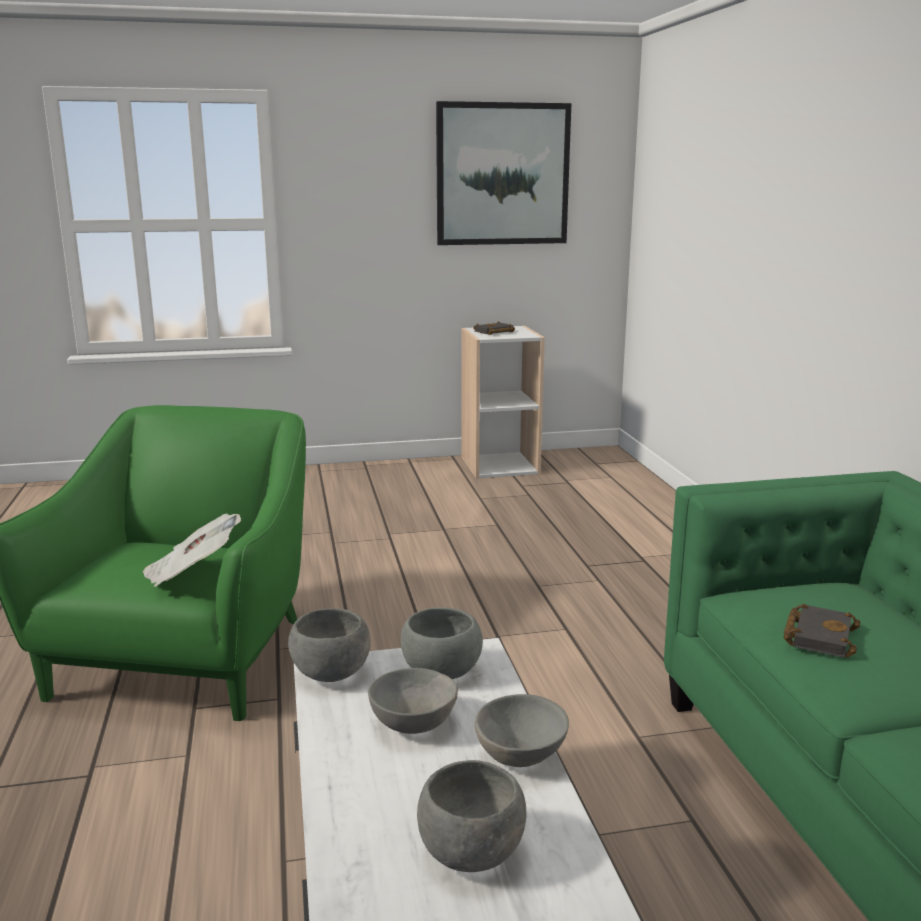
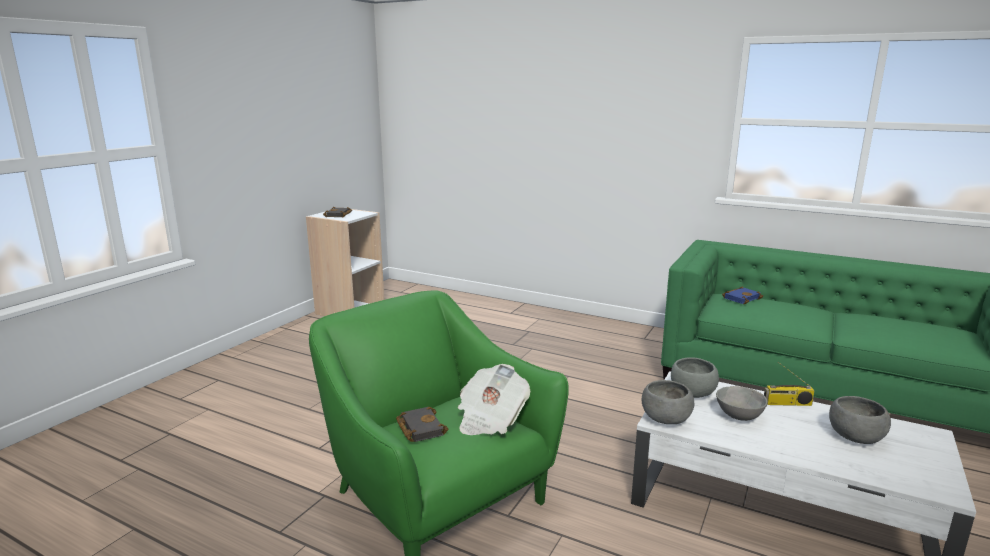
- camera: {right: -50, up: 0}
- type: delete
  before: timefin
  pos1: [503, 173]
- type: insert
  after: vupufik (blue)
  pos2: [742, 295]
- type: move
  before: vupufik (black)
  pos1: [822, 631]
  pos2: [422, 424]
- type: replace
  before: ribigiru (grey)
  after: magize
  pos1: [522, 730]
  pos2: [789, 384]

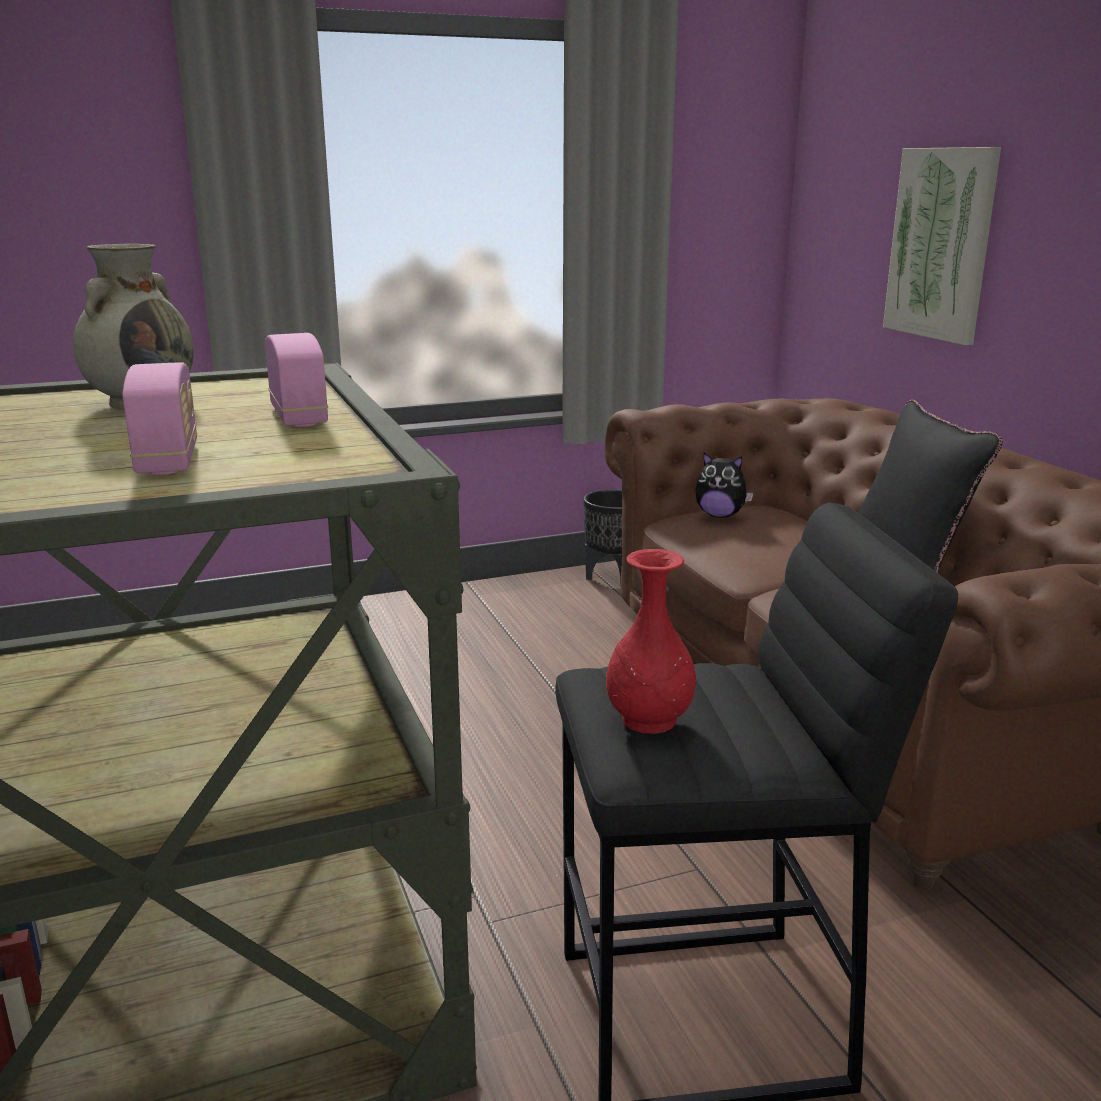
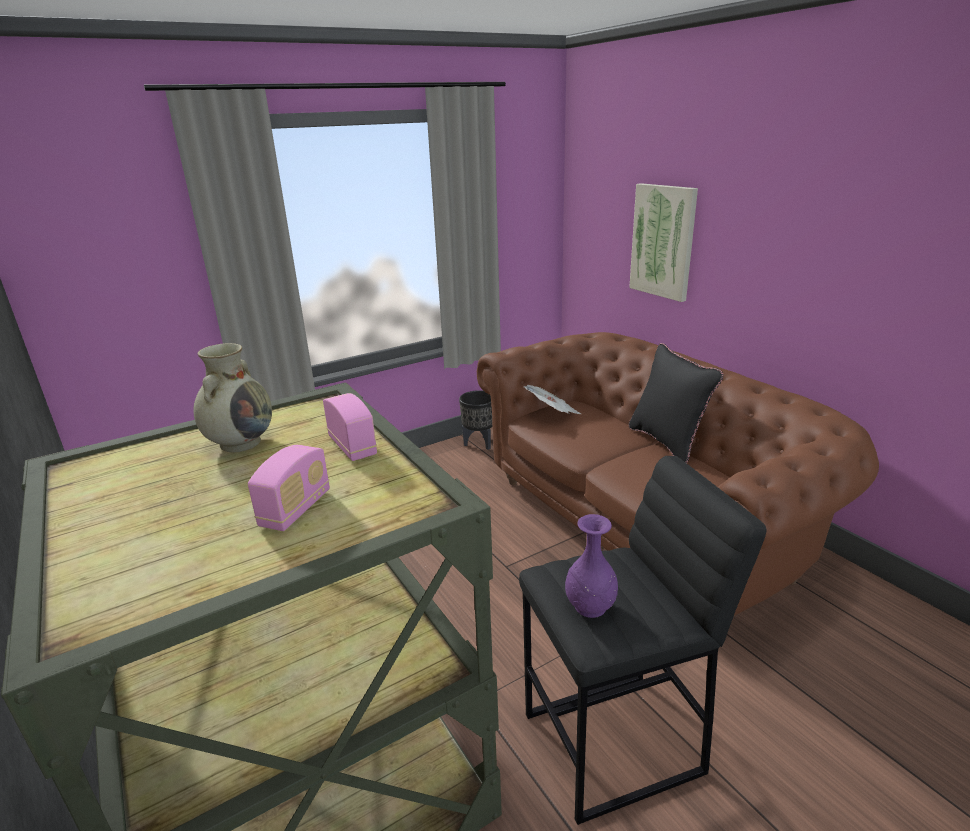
- camera: {right: -10, up: 5}
- type: replace
  before: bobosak
  after: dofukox
  pos1: [724, 485]
  pos2: [552, 399]
- type: recolor
  before: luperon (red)
  after: luperon (purple)
  pos1: [651, 641]
  pos2: [591, 566]
- type: rotate
  before: magize
  pos1: [159, 418]
  pos2: [289, 488]
  turn: 45

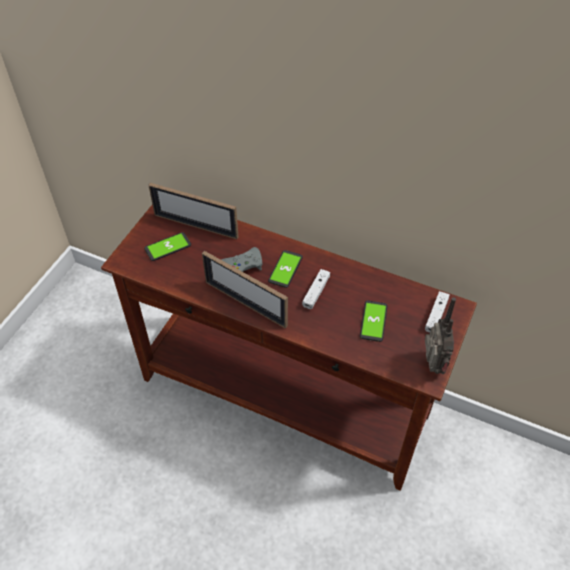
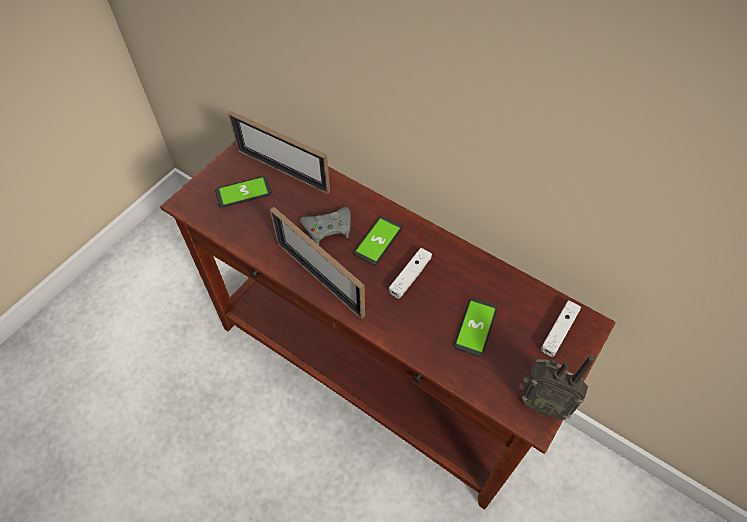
- camera: {right: 10, up: 5}
- type: rotate
  before: magize
  pos1: [440, 335]
  pos2: [557, 387]
  turn: 105

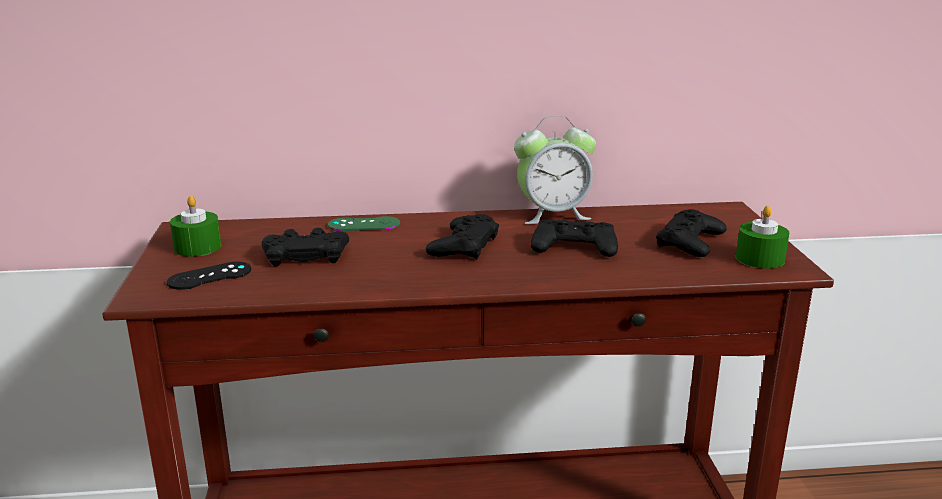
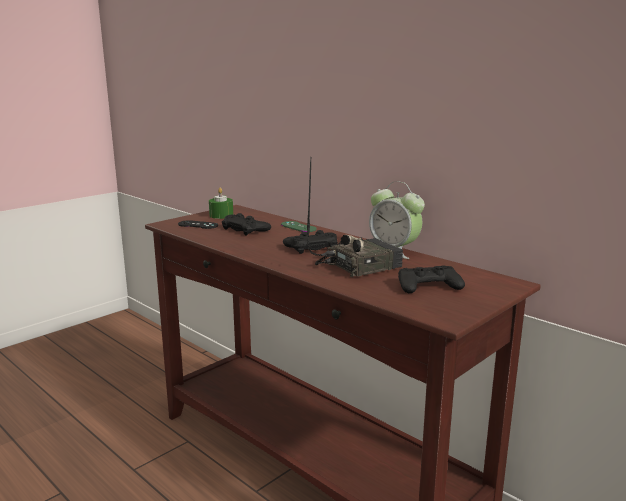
- camera: {right: 50, up: -5}
- type: delete
  before: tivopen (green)
  pos1: [762, 237]
- type: replace
  before: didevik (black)
  after: magize
  pos1: [574, 238]
  pos2: [355, 217]

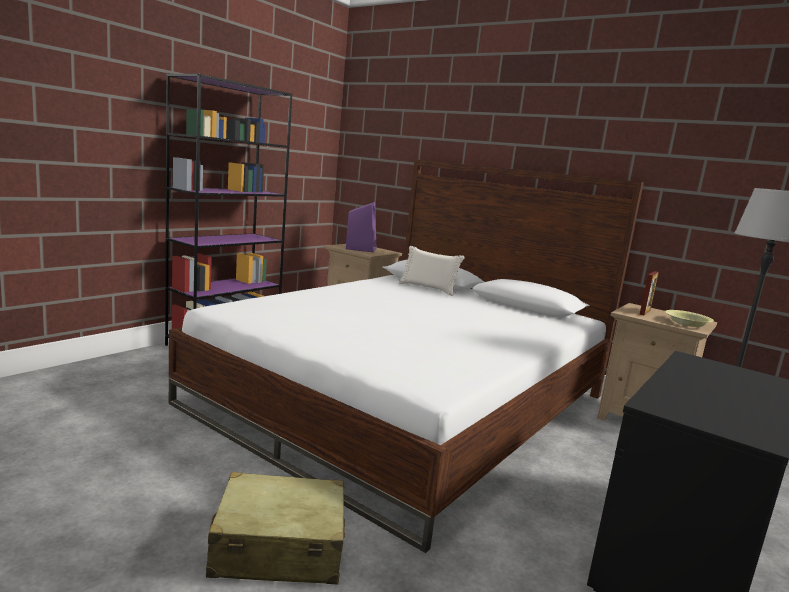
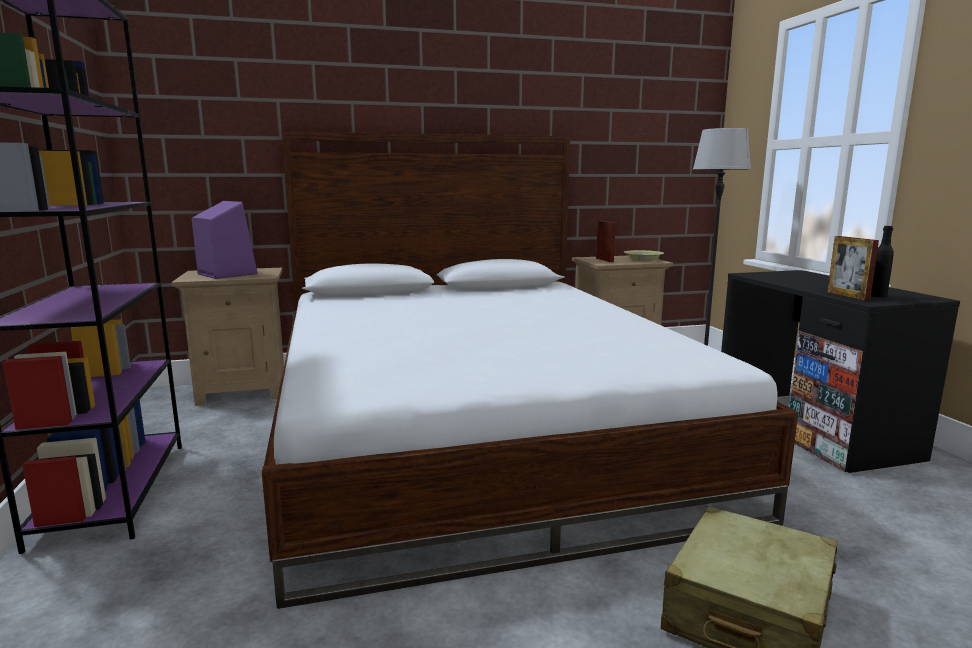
- camera: {right: -50, up: 0}
- type: delete
  before: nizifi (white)
  pos1: [432, 271]
- type: insert
  after: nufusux
  pos2: [853, 268]
- type: insert
  after: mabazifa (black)
  pos2: [882, 262]

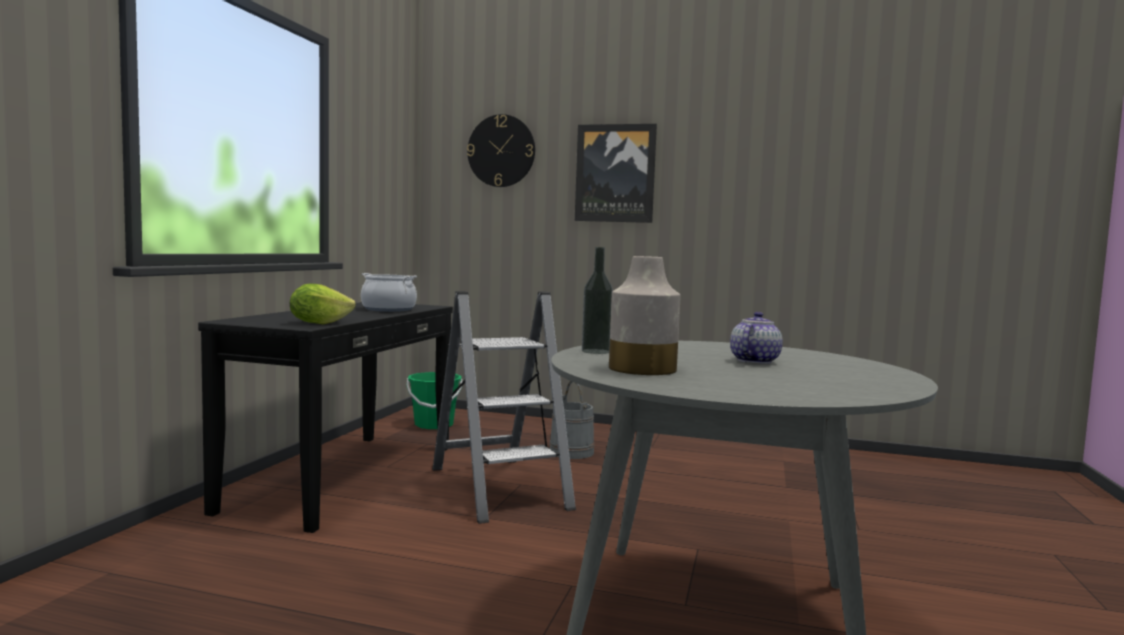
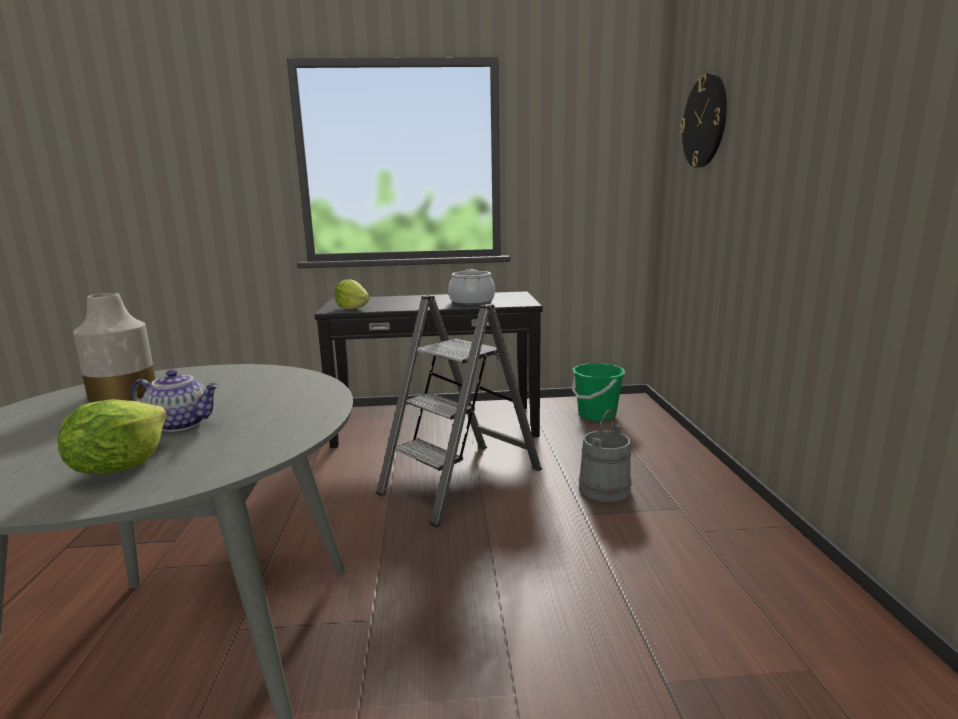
- camera: {right: 70, up: 10}
- type: delete
  before: timefin
  pos1: [616, 173]
- type: delete
  before: mabazifa
  pos1: [597, 300]
- type: insert
  after: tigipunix
  pos2: [112, 436]

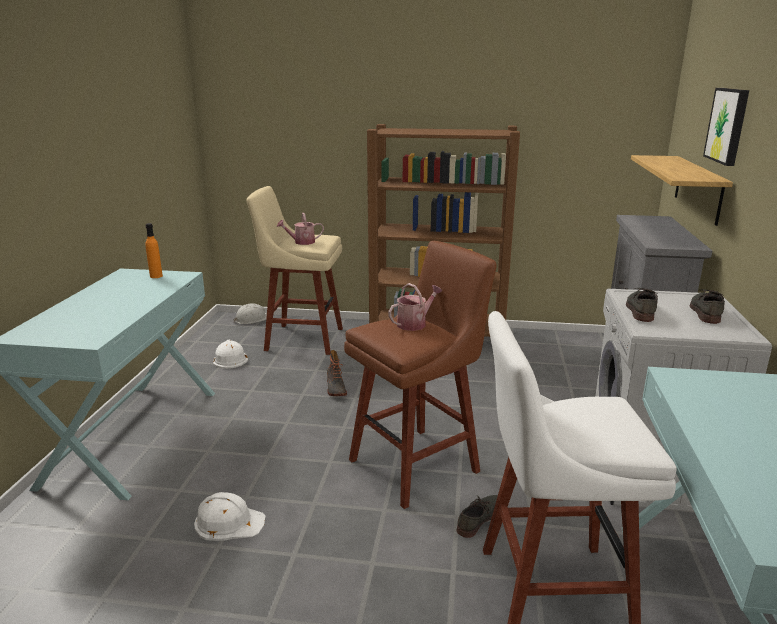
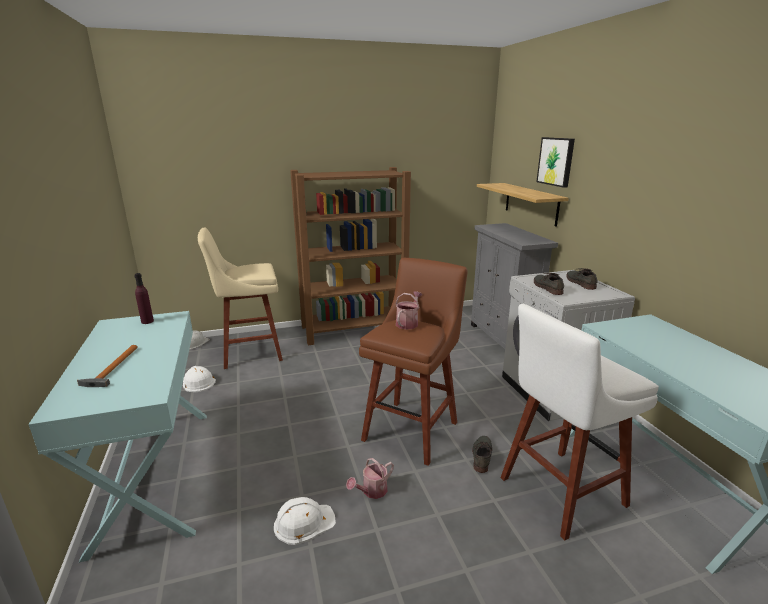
- camera: {right: -25, up: 0}
- type: delete
  before: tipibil
  pos1: [337, 373]
- type: insert
  after: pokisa
  pos2: [107, 366]
- type: move
  before: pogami
  pos1: [300, 229]
  pos2: [370, 478]
- type: recolor
  before: mabazifa (orange)
  after: mabazifa (purple)
  pos1: [154, 250]
  pos2: [144, 298]

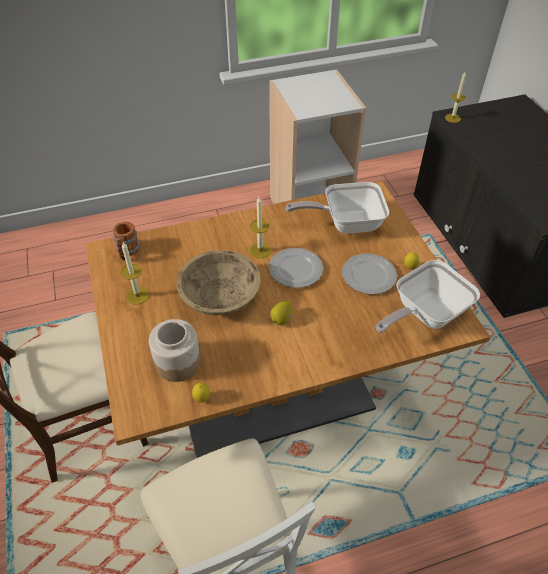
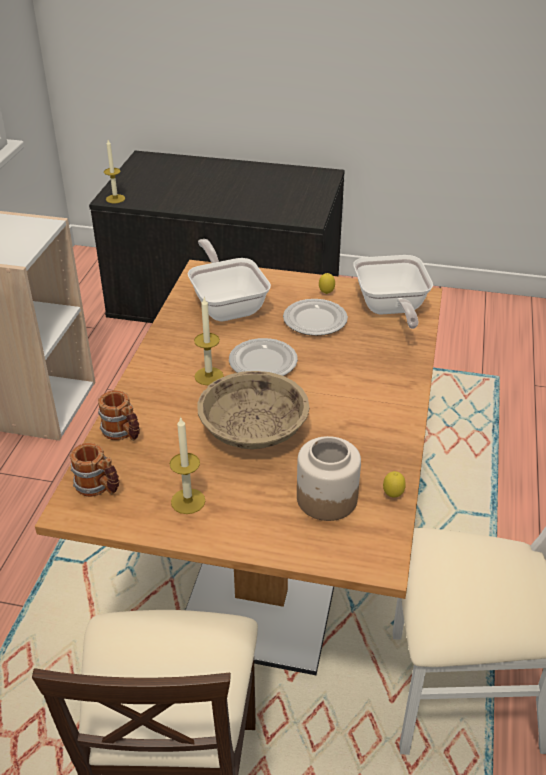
- camera: {right: -60, up: -10}
- type: delete
  before: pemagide
  pos1: [281, 313]
- type: insert
  after: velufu
  pos2: [119, 415]
- type: rotate
  before: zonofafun
  pos1: [337, 208]
  pos2: [229, 280]
  turn: 135

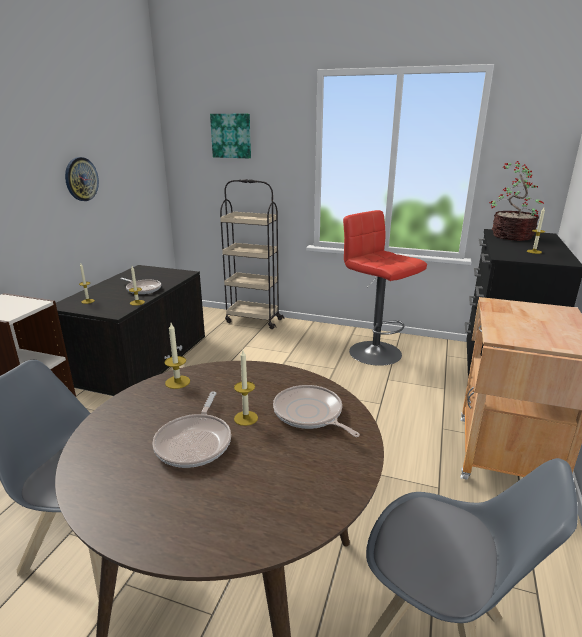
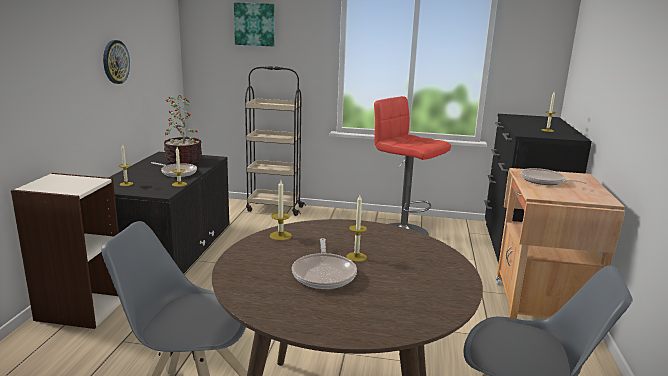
- camera: {right: -10, up: -5}
- type: move
  before: zonofafun
  pos1: [316, 411]
  pos2: [554, 176]
- type: move
  before: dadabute
  pos1: [516, 201]
  pos2: [183, 129]

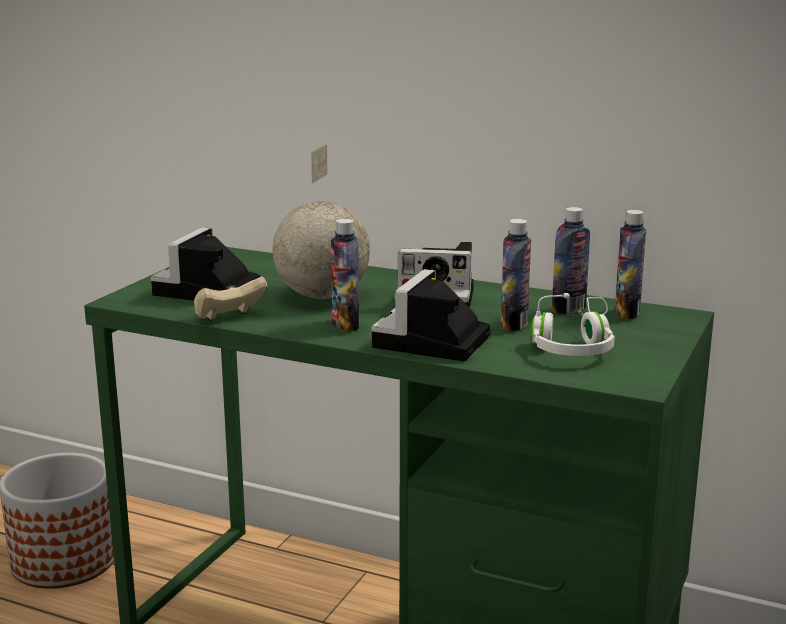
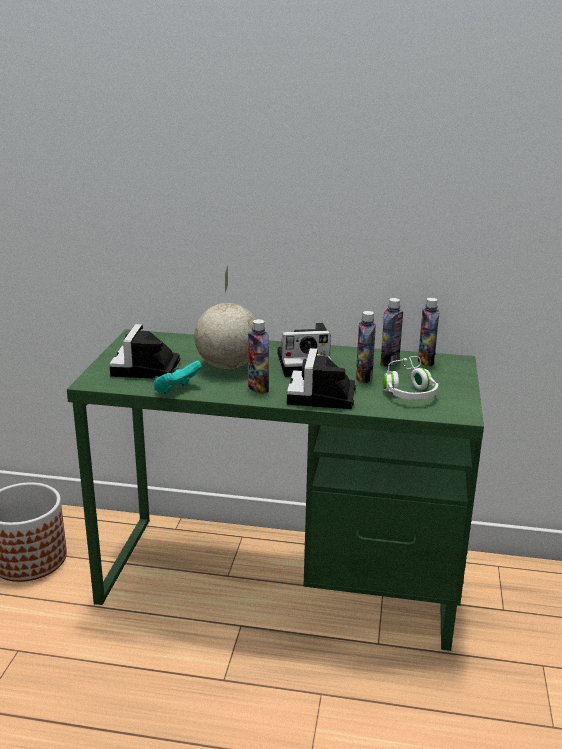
- camera: {right: -15, up: 5}
- type: recolor
  before: didevik (beige)
  after: didevik (turquoise)
  pos1: [230, 299]
  pos2: [178, 377]

